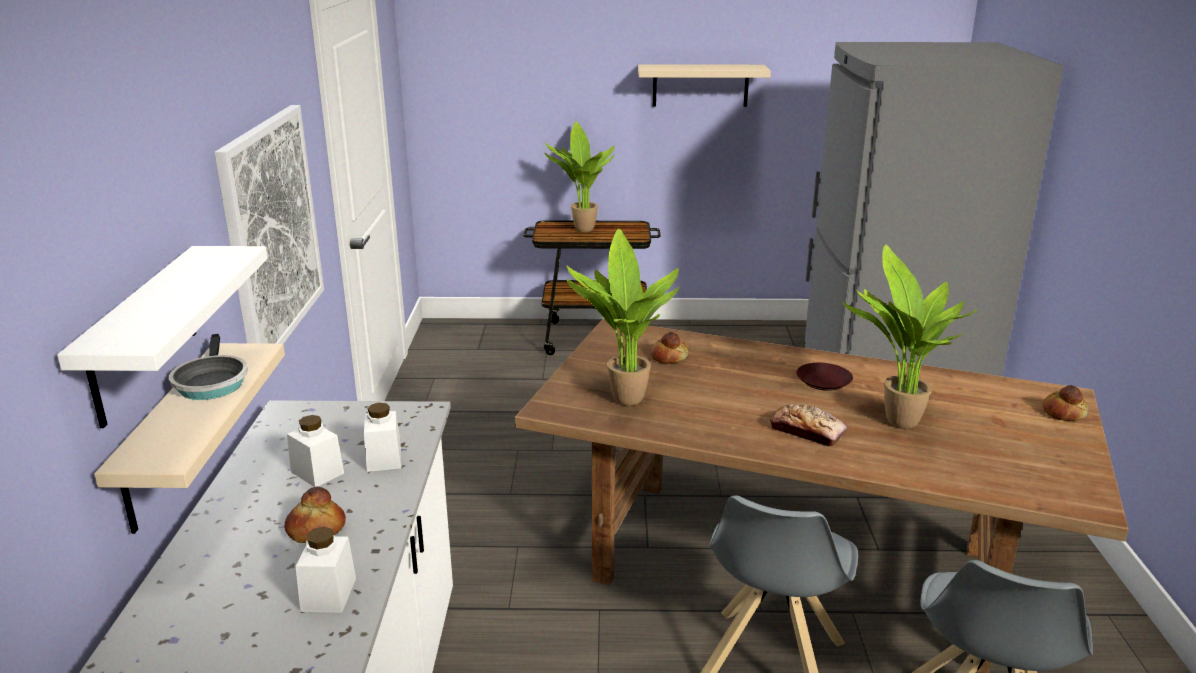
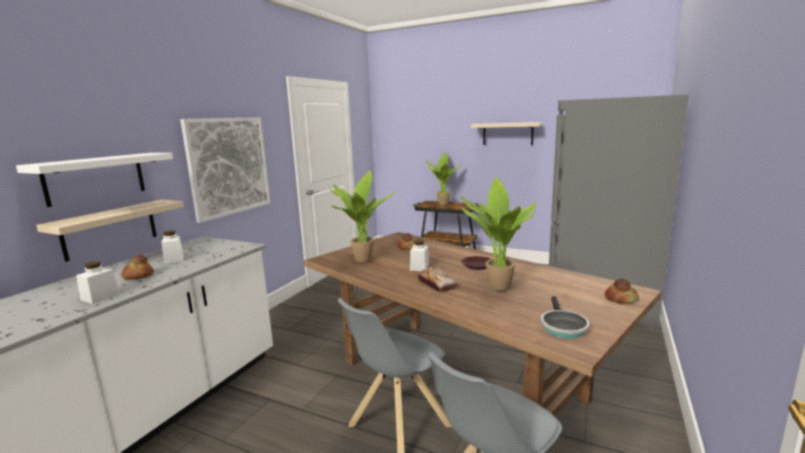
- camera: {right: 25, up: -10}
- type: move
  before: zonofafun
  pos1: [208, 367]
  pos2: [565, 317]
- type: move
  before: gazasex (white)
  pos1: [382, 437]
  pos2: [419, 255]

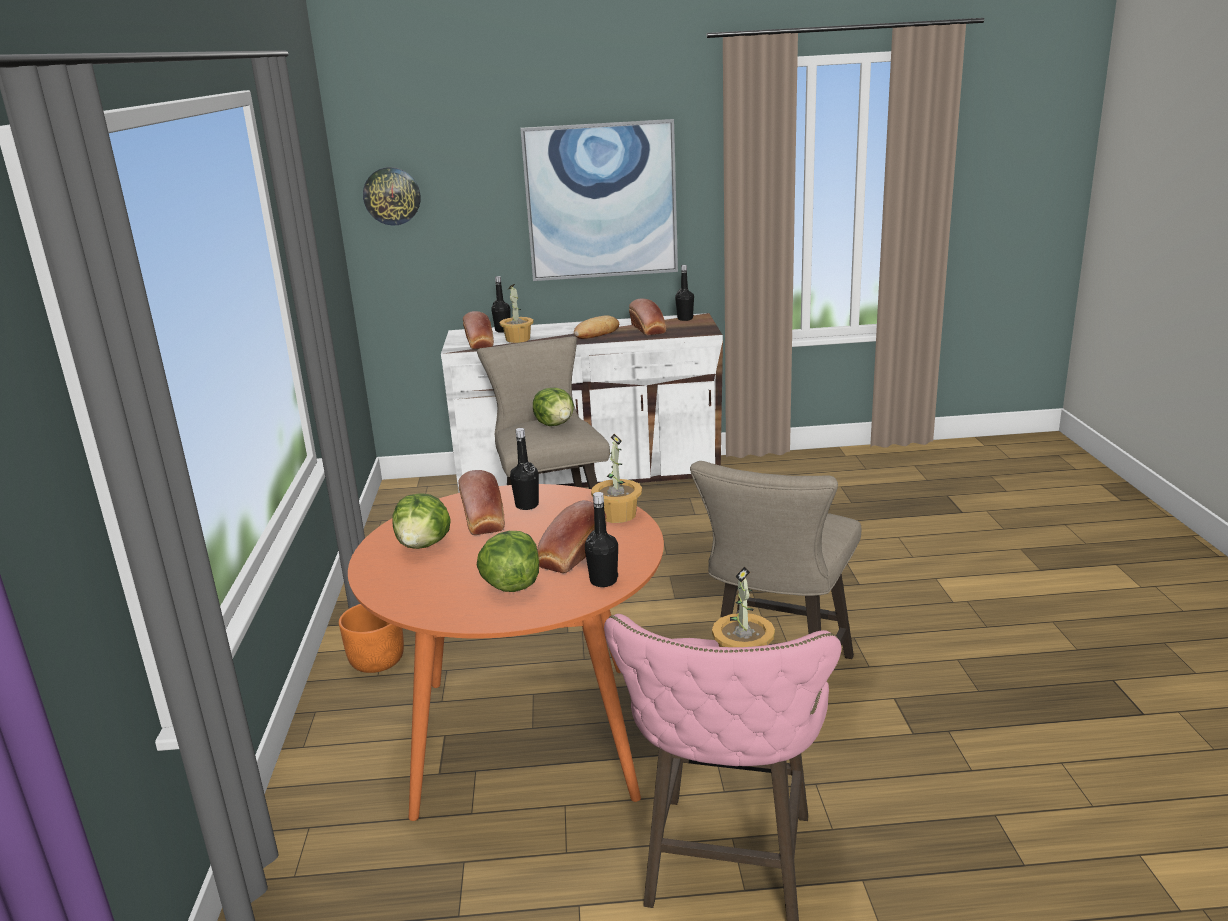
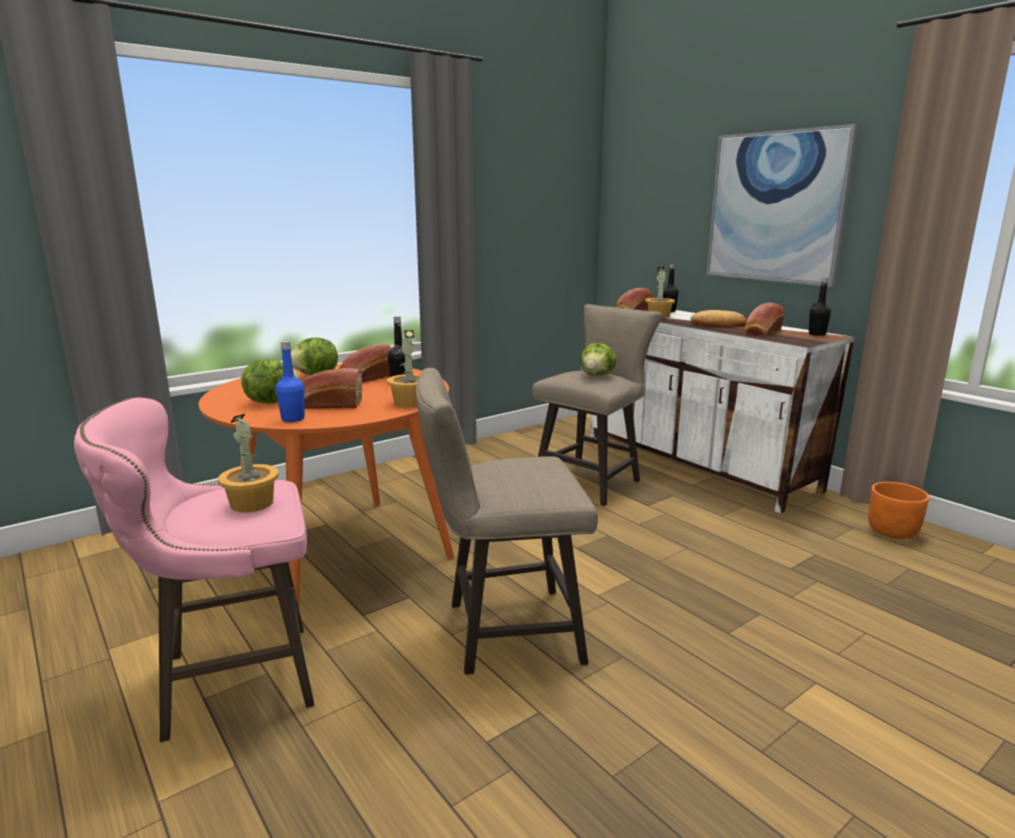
- camera: {right: 55, up: -5}
- type: delete
  before: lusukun
  pos1: [392, 196]
- type: move
  before: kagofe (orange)
  pos1: [371, 638]
  pos2: [899, 510]
- type: recolor
  before: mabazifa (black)
  after: mabazifa (blue)
  pos1: [601, 539]
  pos2: [290, 381]

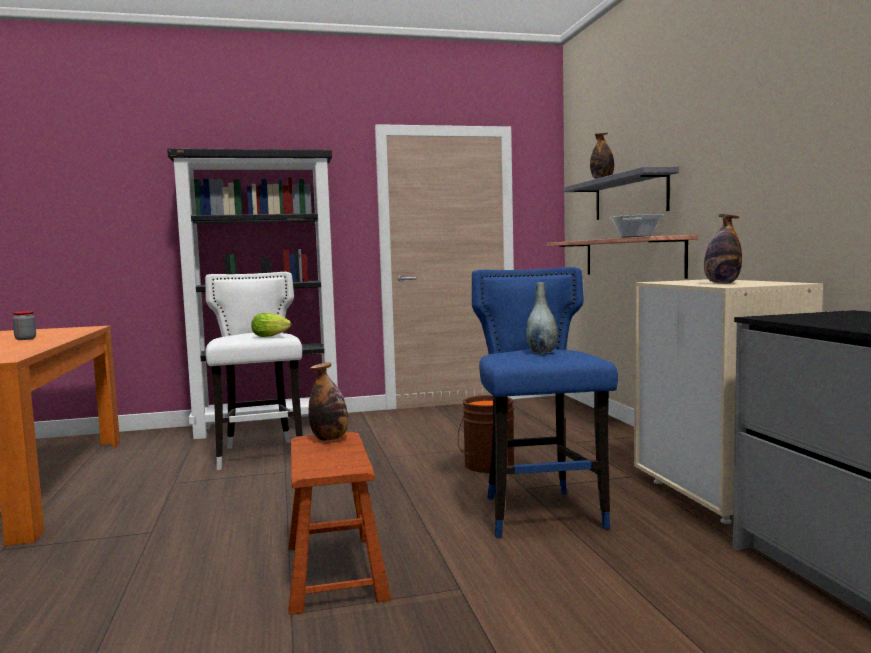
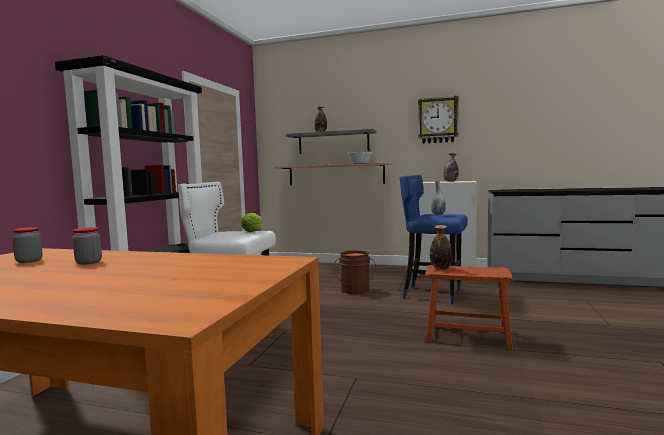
- camera: {right: -60, up: 0}
- type: insert
  after: gazasex
  pos2: [27, 245]
- type: insert
  after: lusukun
  pos2: [438, 120]

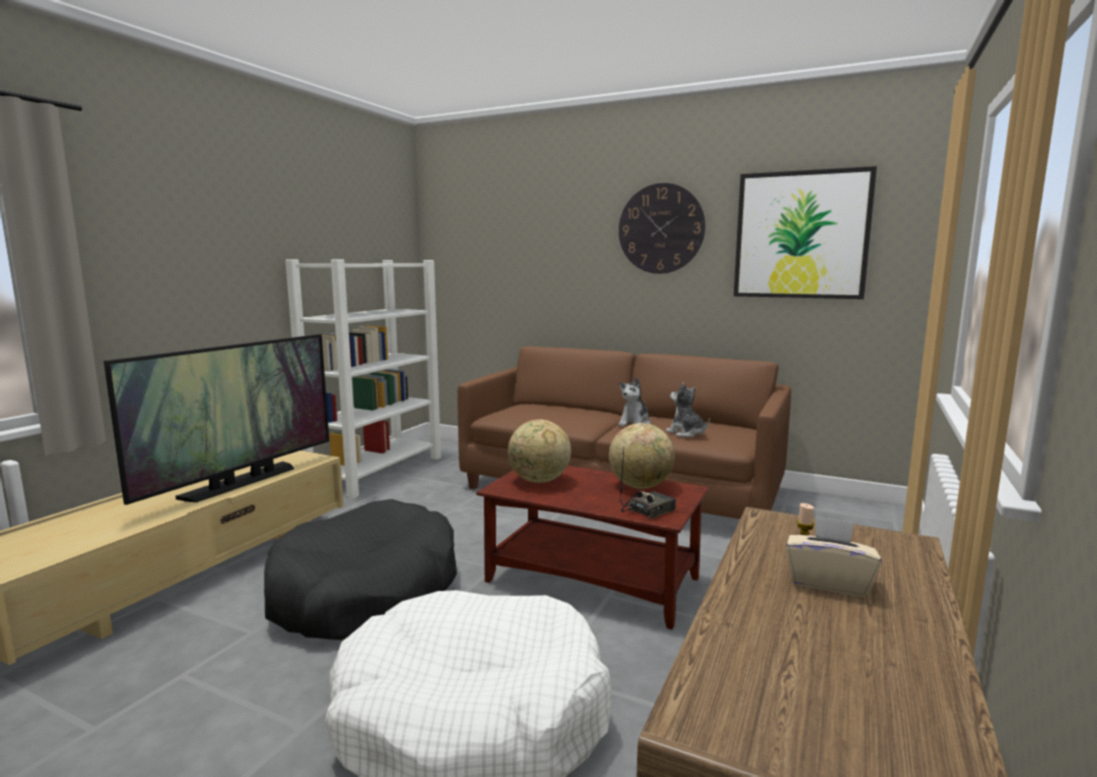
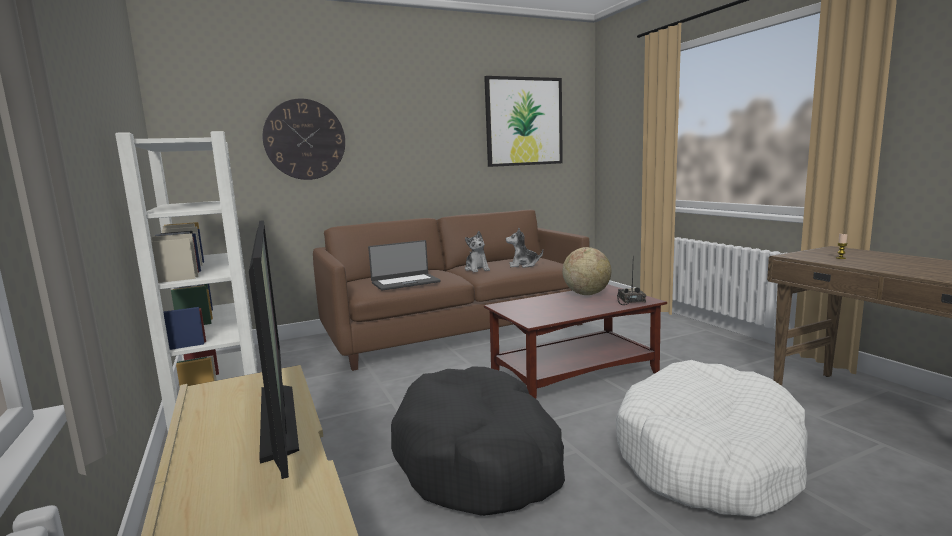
- camera: {right: -50, up: 0}
- type: delete
  before: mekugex
  pos1: [539, 451]
- type: delete
  before: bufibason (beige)
  pos1: [833, 556]
- type: insert
  after: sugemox
  pos2: [404, 265]
- type: move
  before: lusukun
  pos1: [662, 228]
  pos2: [304, 139]

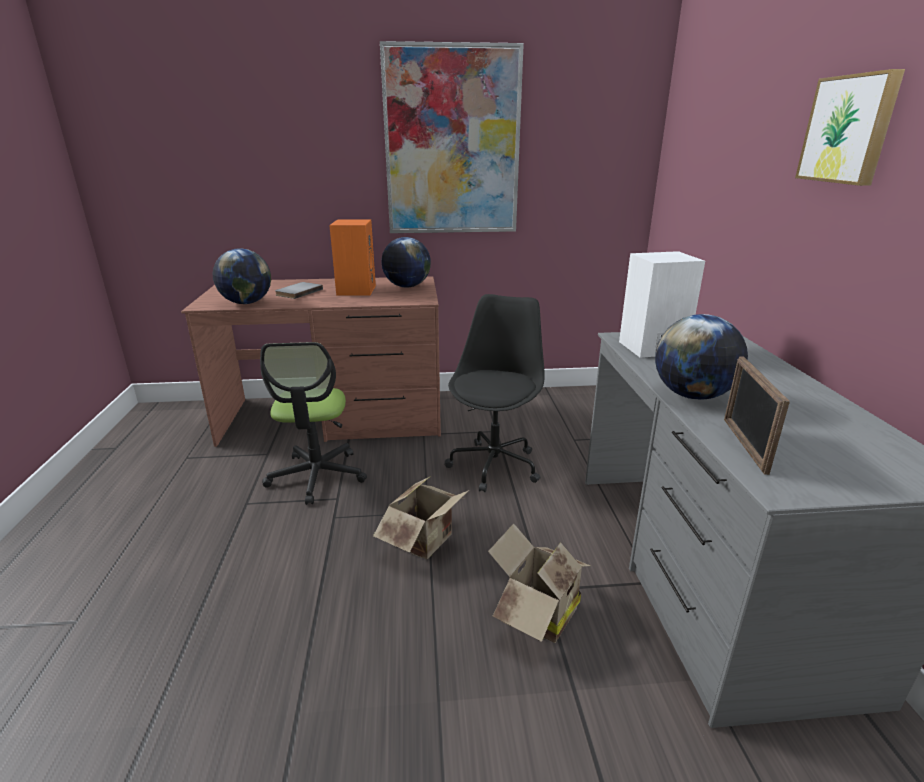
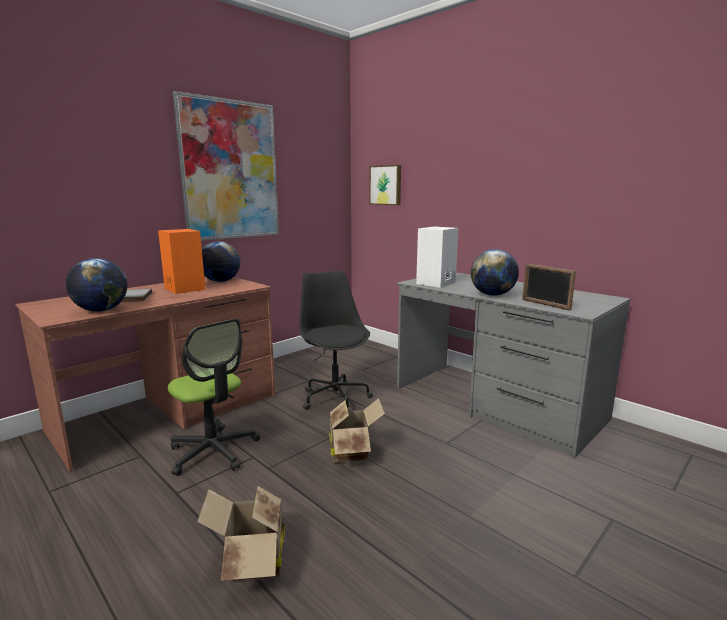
- camera: {right: -40, up: -10}
- type: move
  before: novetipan
  pos1: [539, 583]
  pos2: [241, 533]
- type: move
  before: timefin
  pos1: [850, 127]
  pos2: [385, 185]

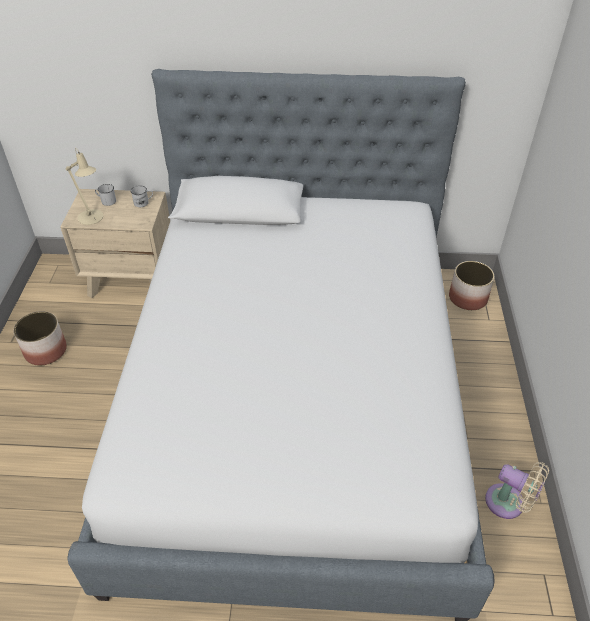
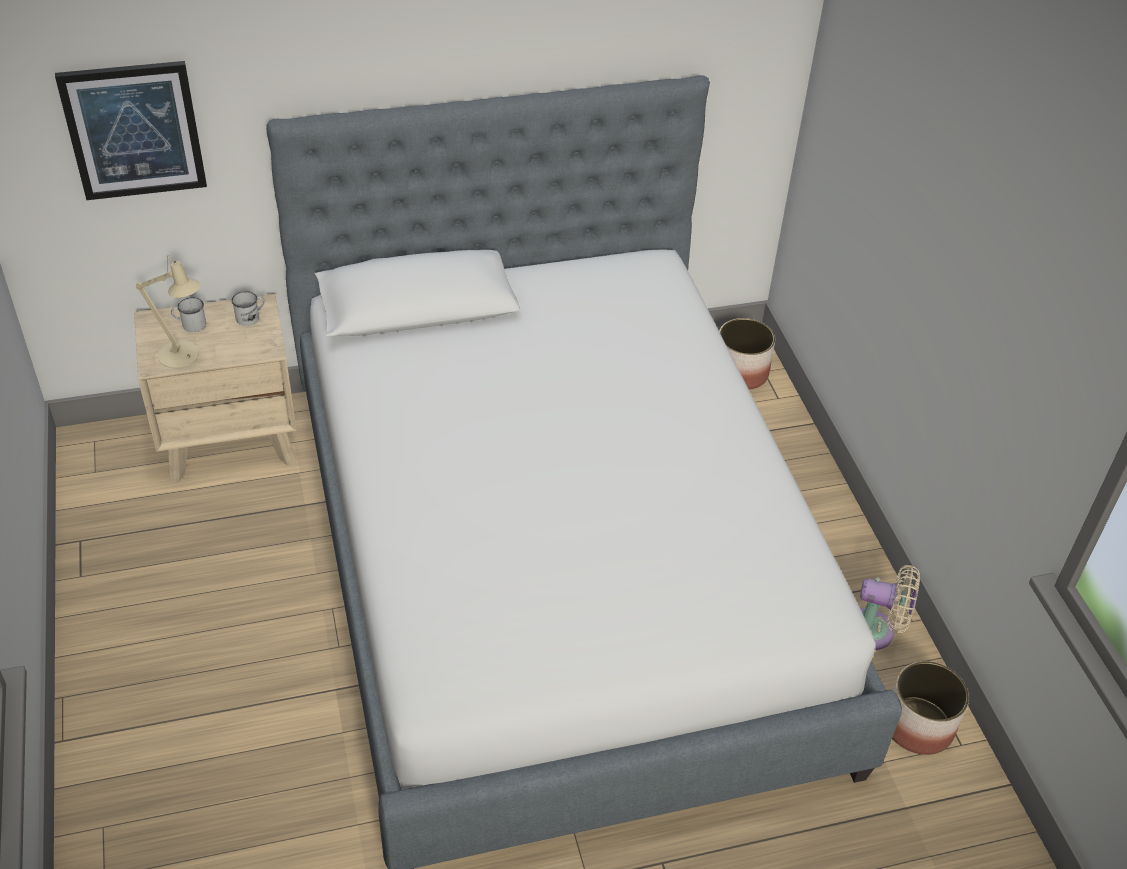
- camera: {right: -20, up: 0}
- type: insert
  after: timefin
  pos2: [131, 130]
- type: move
  before: kagofe
  pos1: [40, 338]
  pos2: [930, 708]

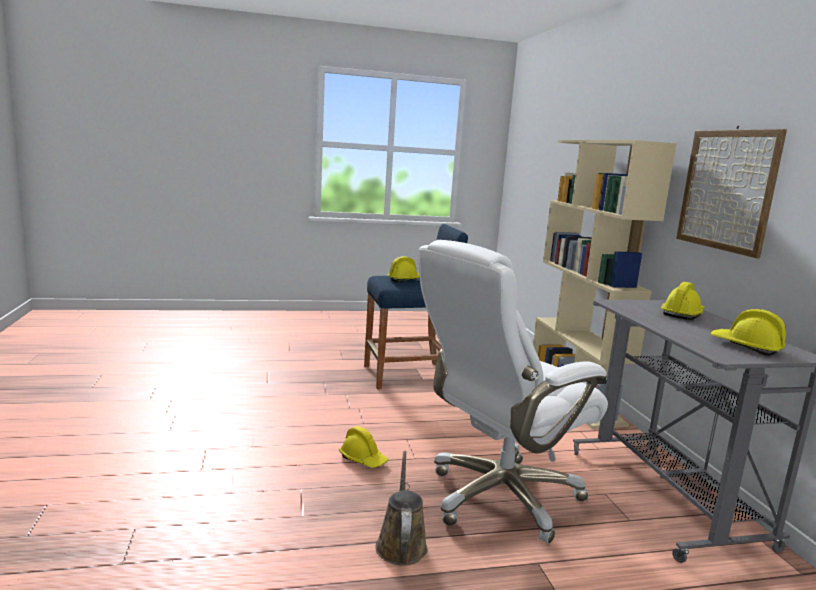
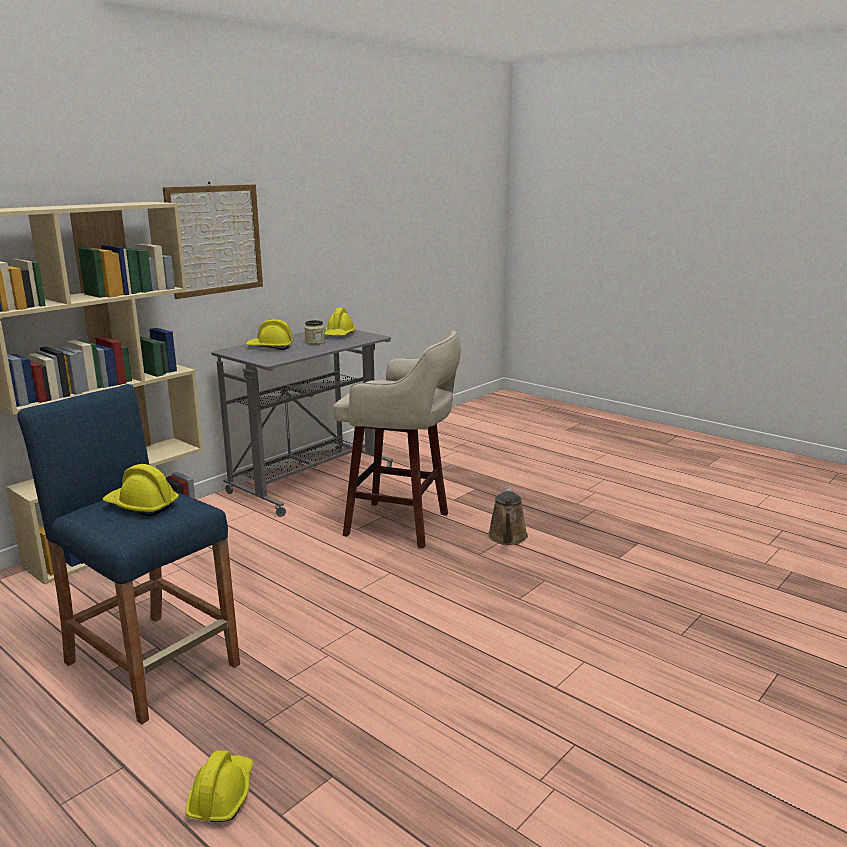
- camera: {right: -125, up: 5}
- type: insert
  after: gazasex
  pos2: [314, 332]
- type: move
  before: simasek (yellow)
  pos1: [364, 447]
  pos2: [219, 786]
- type: replace
  before: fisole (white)
  after: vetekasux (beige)
  pos1: [513, 392]
  pos2: [397, 439]
- type: rotate
  before: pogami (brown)
  pos1: [401, 508]
  pos2: [508, 516]
  turn: -45

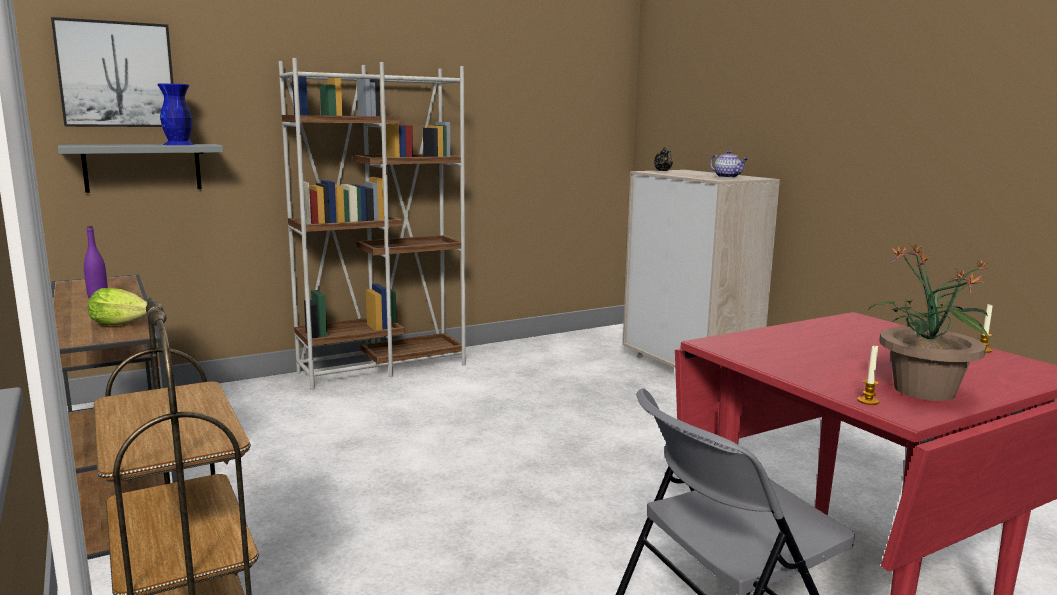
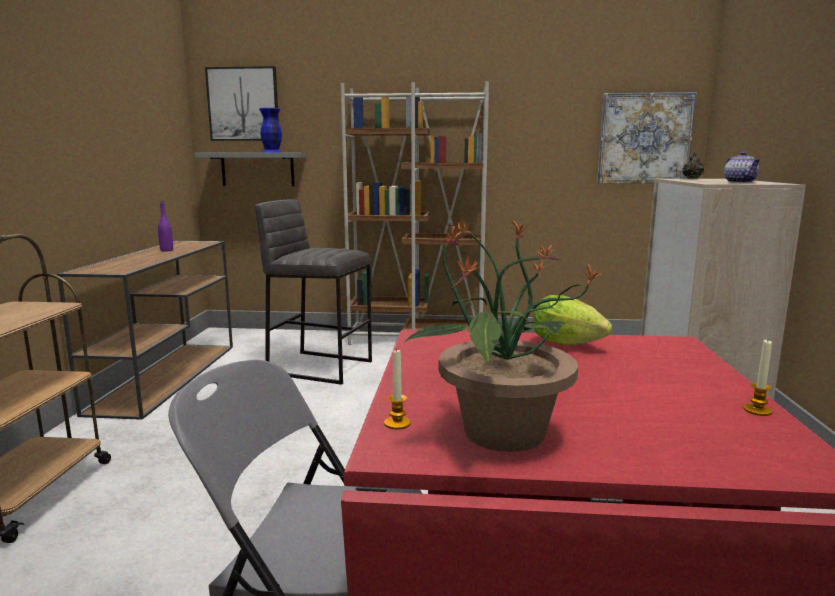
- camera: {right: 35, up: 0}
- type: insert
  after: vetekasux (grey)
  pos2: [313, 292]
- type: insert
  after: timefin
  pos2: [647, 138]
- type: move
  before: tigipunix
  pos1: [117, 306]
  pos2: [572, 320]

